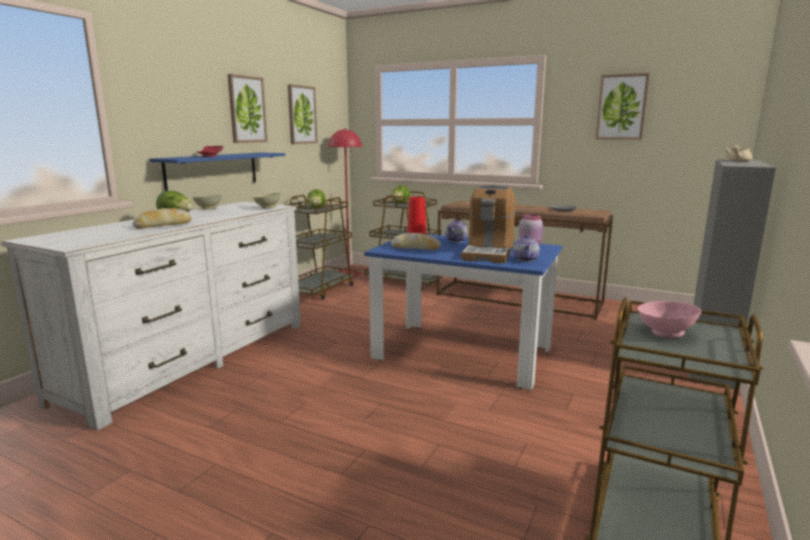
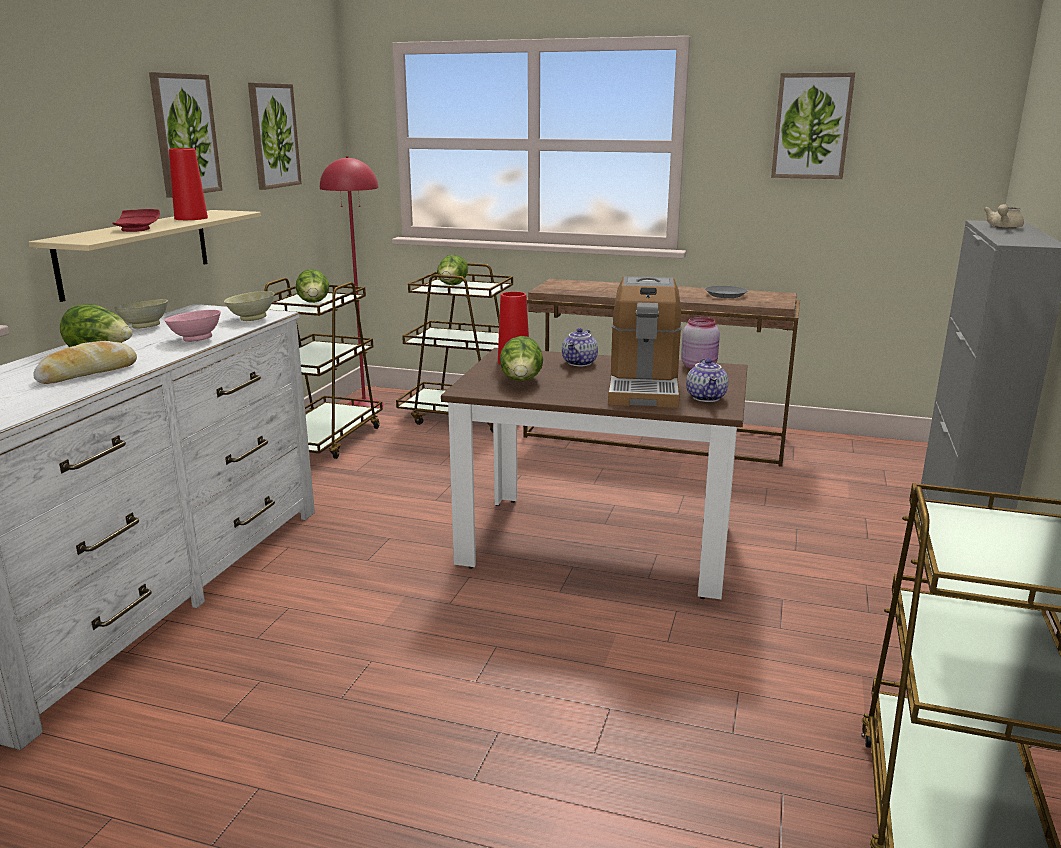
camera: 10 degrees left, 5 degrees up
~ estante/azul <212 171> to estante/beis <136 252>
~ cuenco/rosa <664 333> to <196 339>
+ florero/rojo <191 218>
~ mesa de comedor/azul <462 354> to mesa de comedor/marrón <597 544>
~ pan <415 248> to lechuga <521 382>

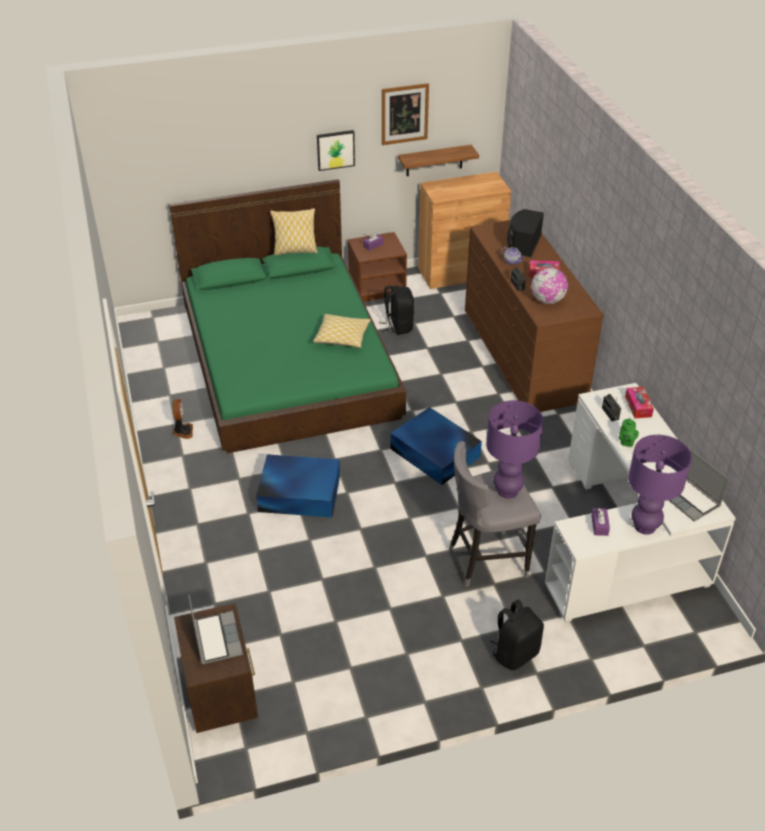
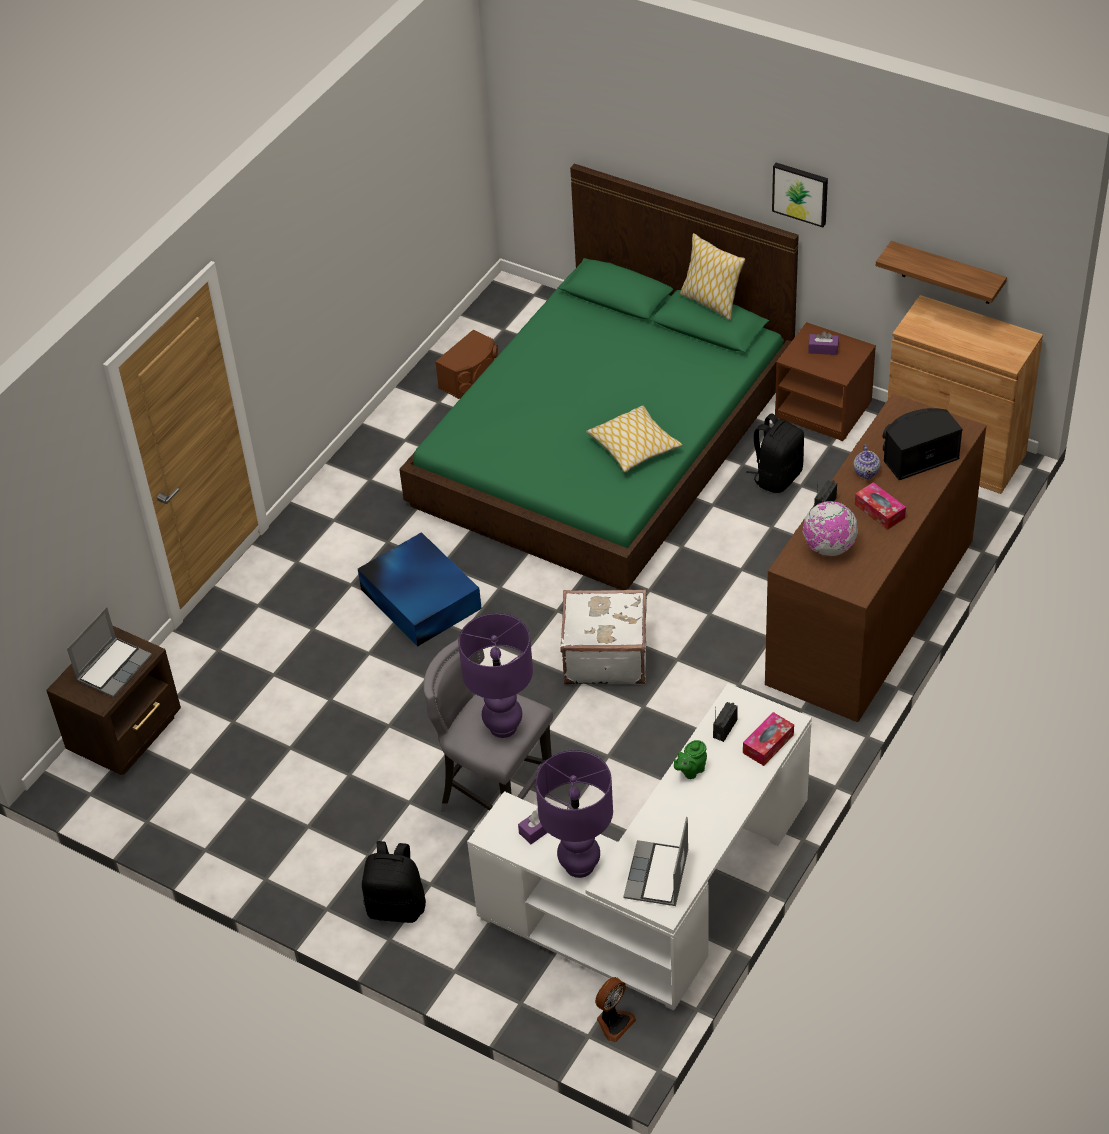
camera: 50 degrees right, 5 degrees up
+ altavoz/marrón <471 379>
~ caja de almacenaje/azul <435 453> to maleta/blanco <604 656>
~ ventilador <183 431> to <613 1022>
- cuadro <404 114>

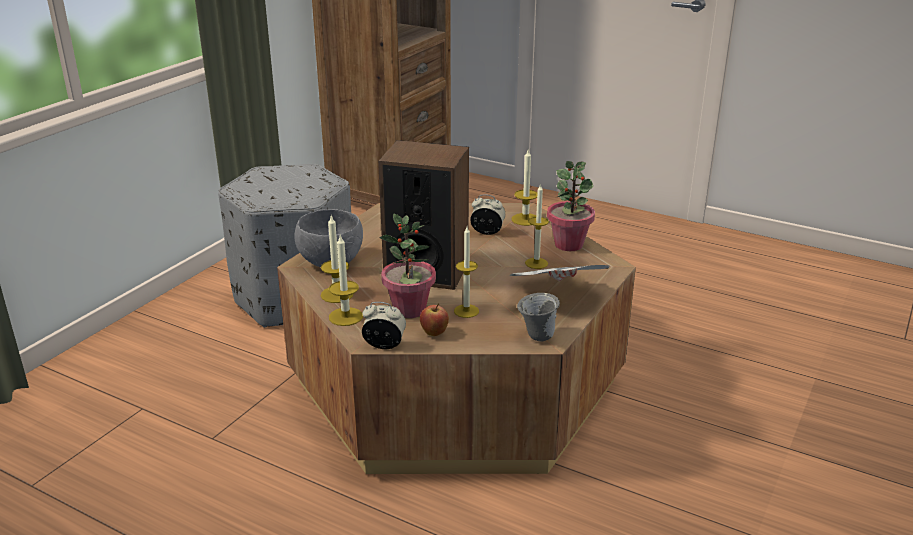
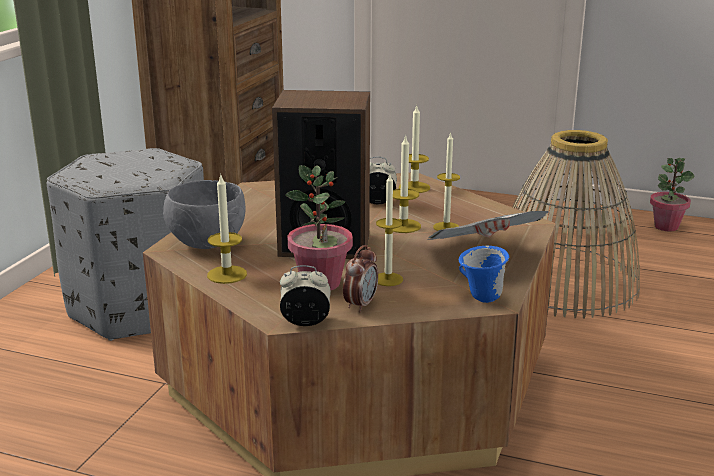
camera: 10 degrees left, 5 degrees down
~ manzana <434 333> to despertador <360 305>
~ vela <345 316> to <403 226>
~ taza grande/gris <536 337> to taza grande/azul <481 299>
+ cesta <564 284>
~ planta en maceta <569 244> to <666 226>

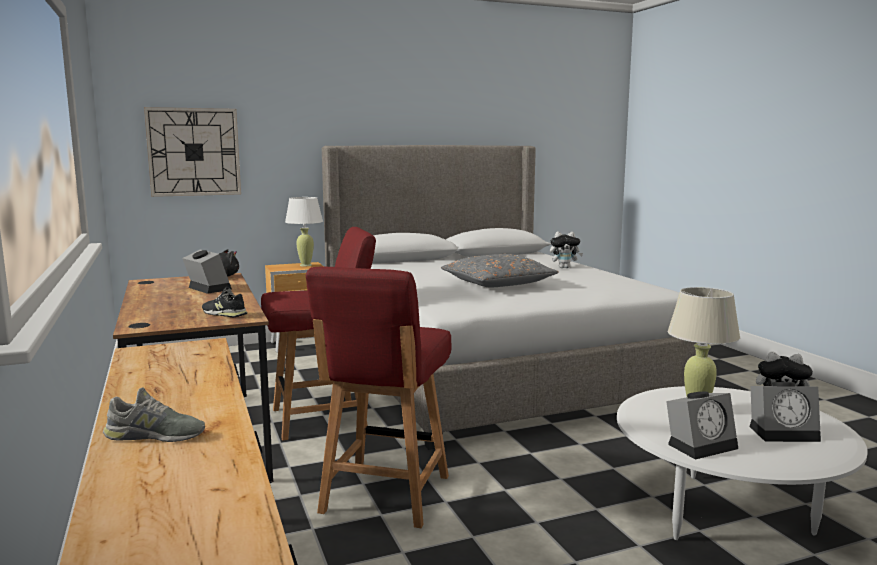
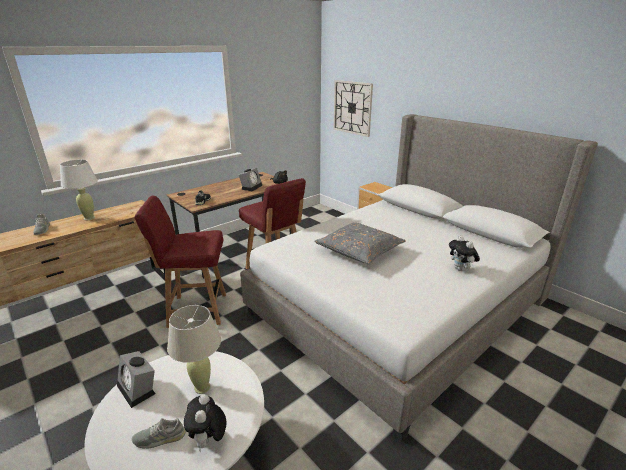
camera: 70 degrees right, 15 degrees up
~ lámpara de mesa/blanco <305 265> to <89 218>
~ despertador <784 432> to zapato/gris <160 437>

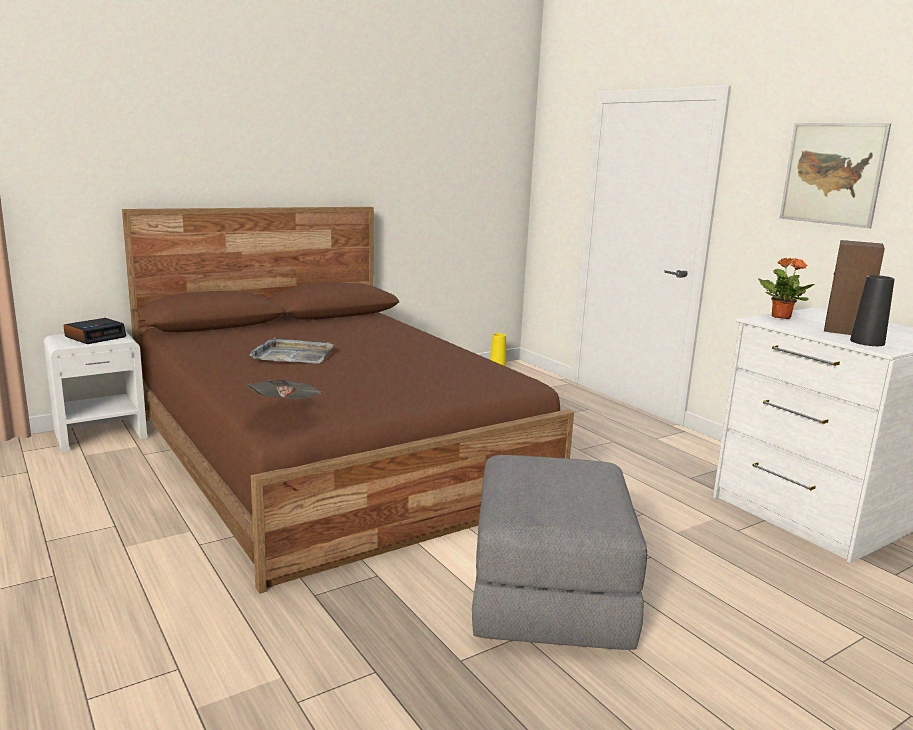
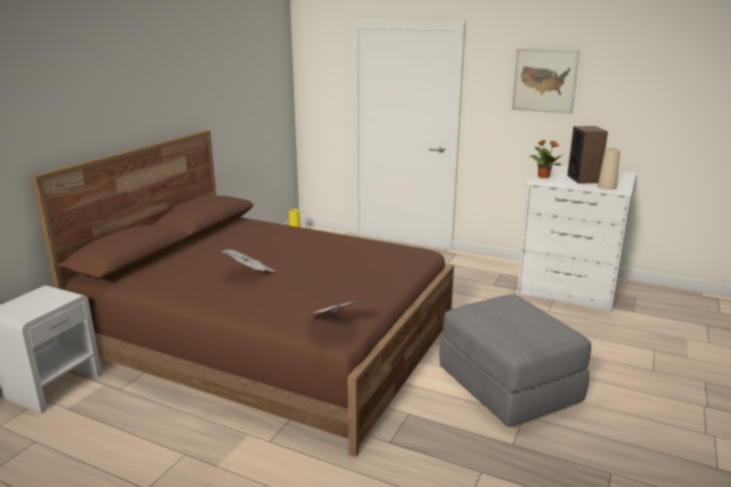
camera: 30 degrees left, 5 degrees up
~ bandeja/gris <293 355> to periódico <250 273>
~ florero/negro <867 342> to florero/beis <606 187>
- despertador <96 337>

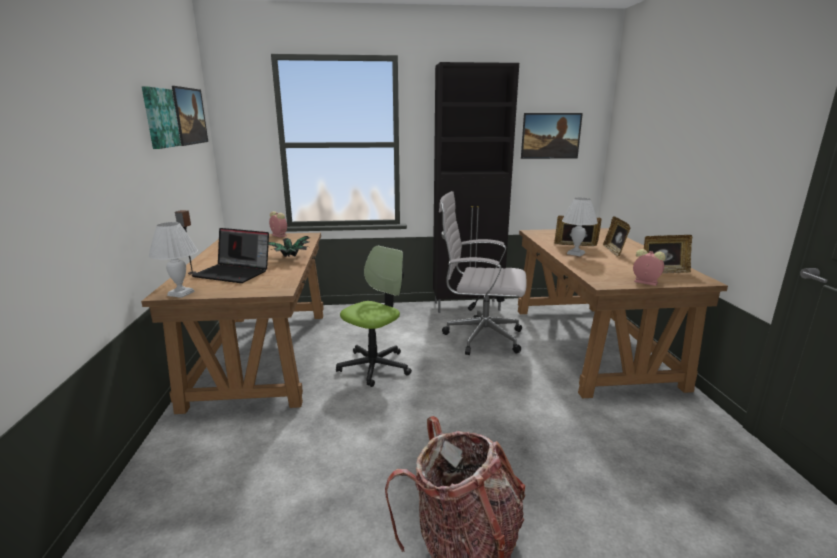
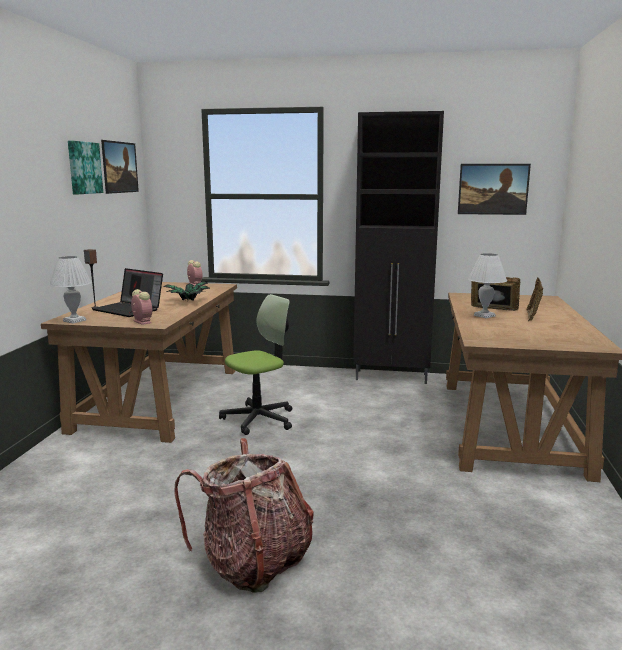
camera: 15 degrees right, 5 degrees down
~ despertador <644 282> to <141 322>
- silla de oficina/blanco <479 337>
- portarretratos <663 271>

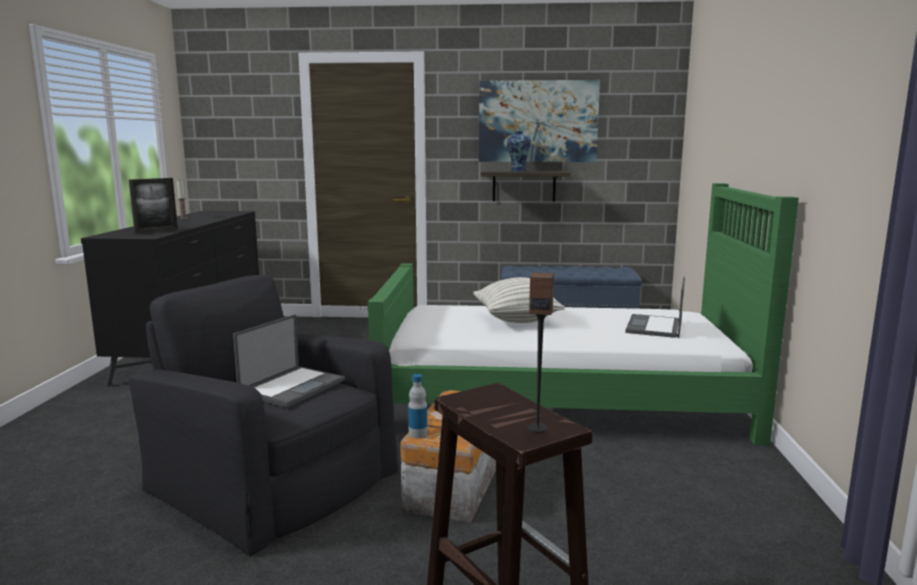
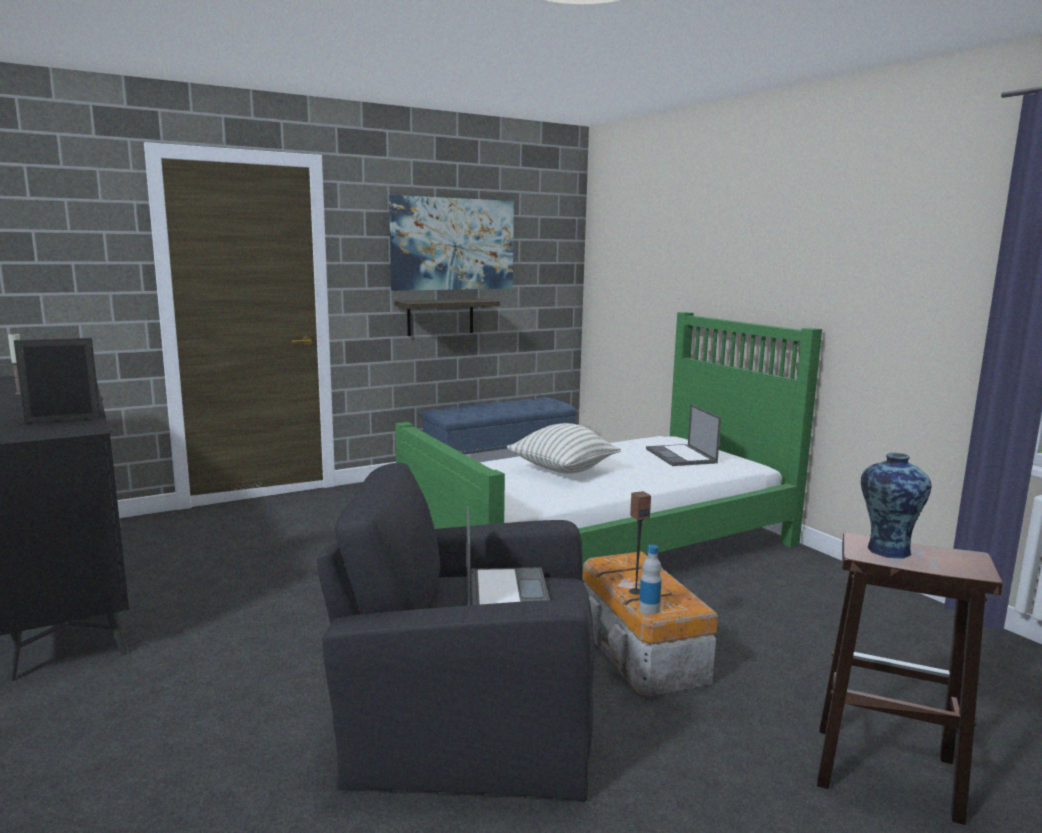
camera: 35 degrees left, 0 degrees up
~ portarretratos <156 231> = <63 420> 120 degrees counterclockwise
~ altavoz <537 428> to <635 591>
~ florero <518 171> to <886 550>

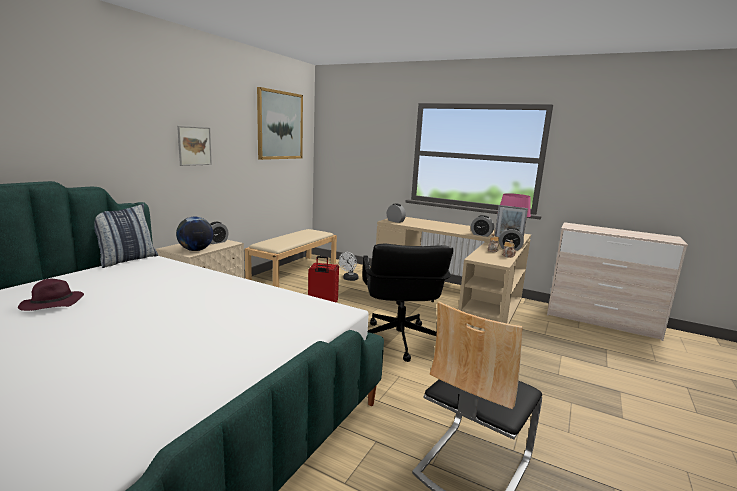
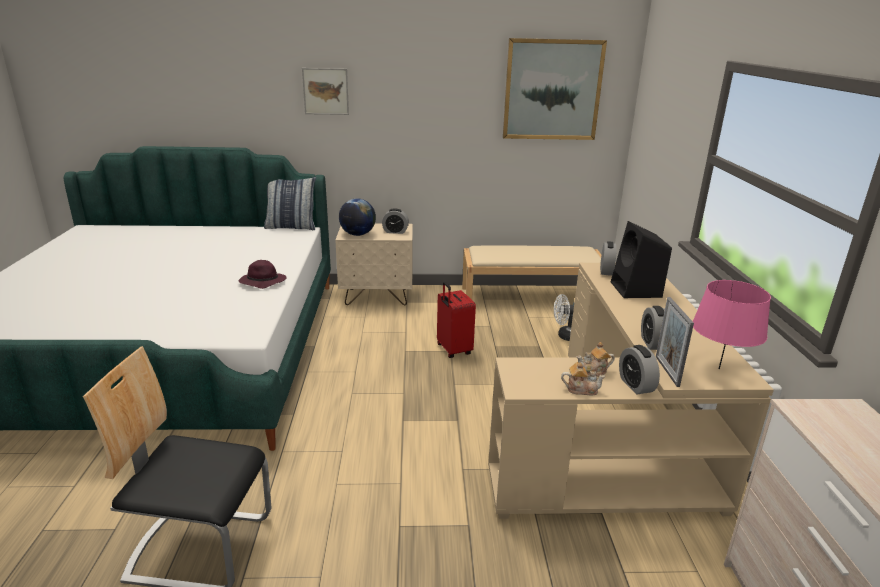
camera: 60 degrees right, 10 degrees up
~ sombrero/morado <51 304> to <262 282>
~ cuadro <194 146> to <325 91>
+ altavoz/negro <636 290>
- silla de oficina/negro <399 340>

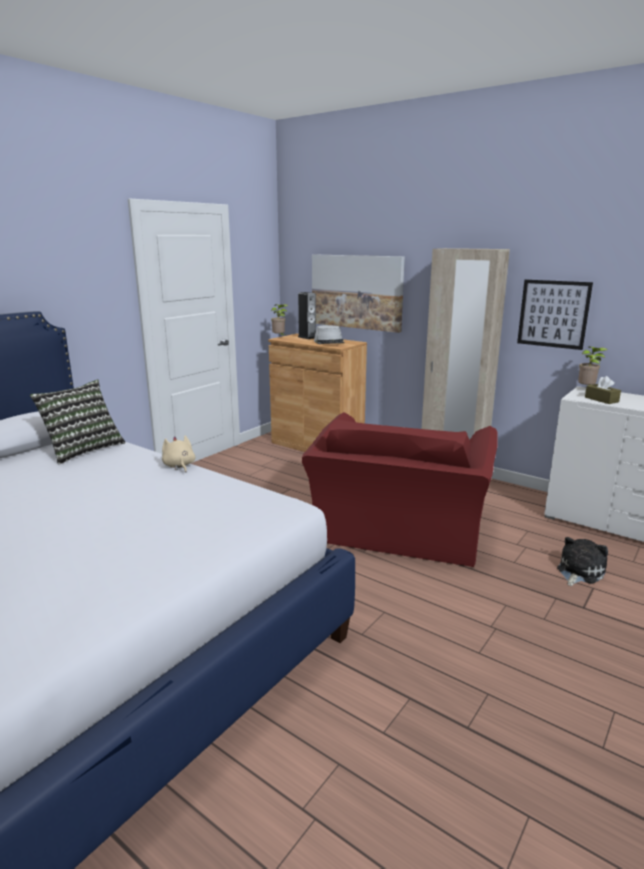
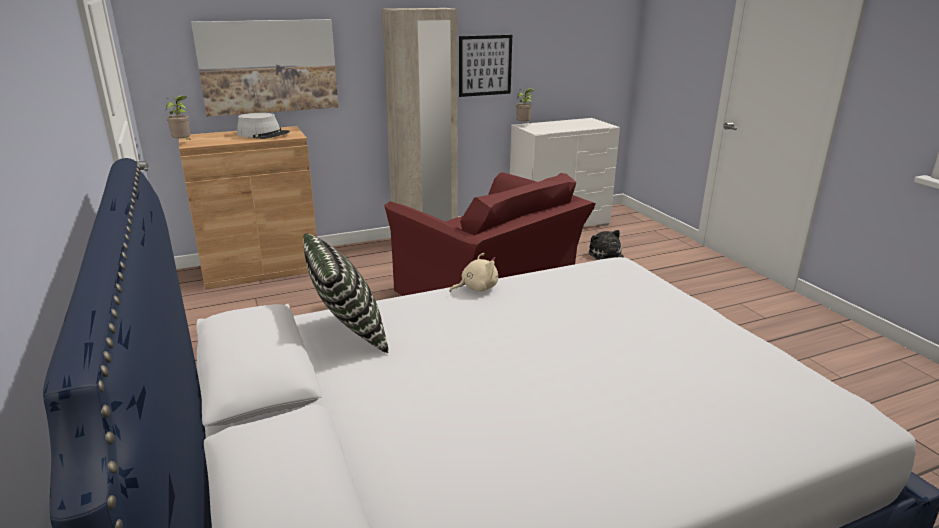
camera: 60 degrees left, 5 degrees up
~ peluche/beis <179 466> = <476 288> 150 degrees clockwise
- altavoz <307 337>
- caja de pañuelos/marrón <601 399>

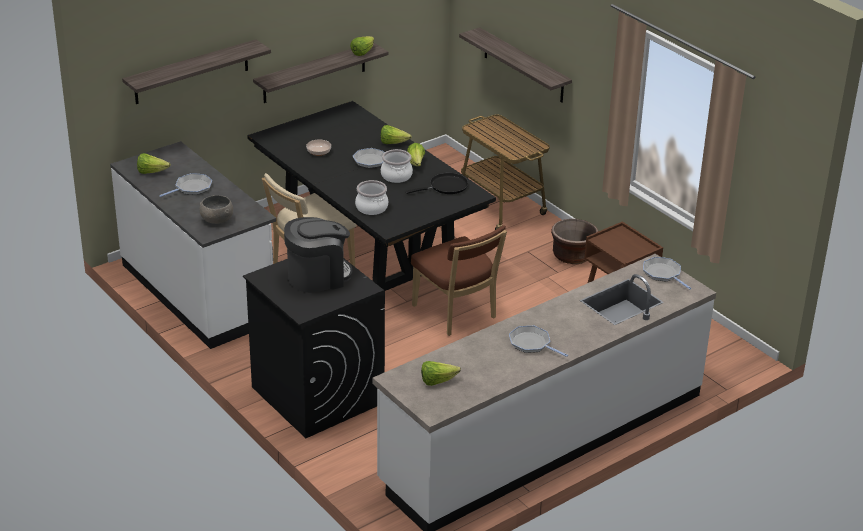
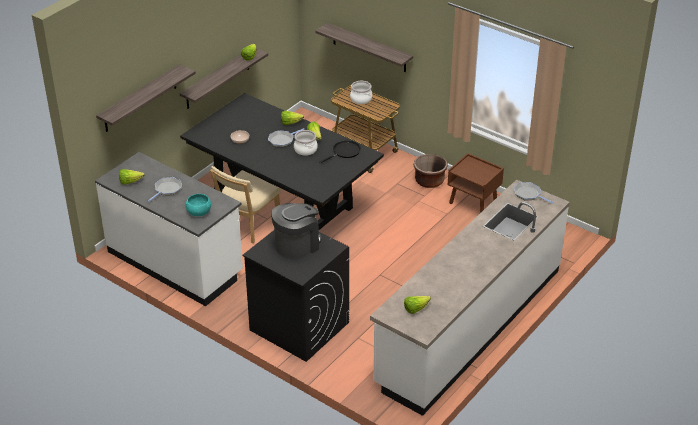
camera: 15 degrees left, 5 degrees up
~ cuenco/gris <217 220> to cuenco/turquesa <199 212>
~ olla <372 207> to <361 99>
- silla/marrón <456 314>
- sartén <531 344>

